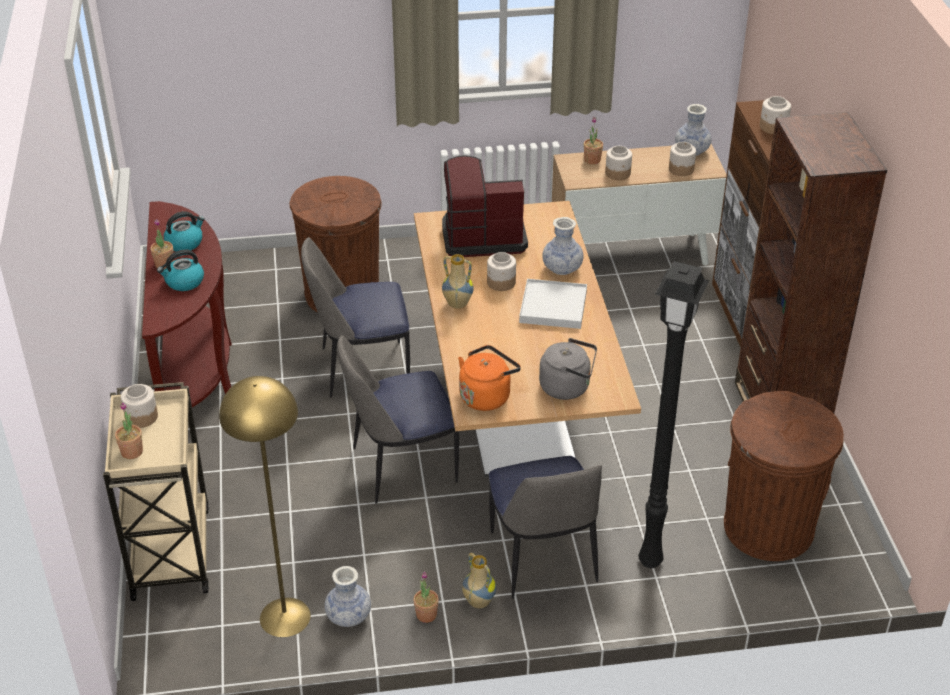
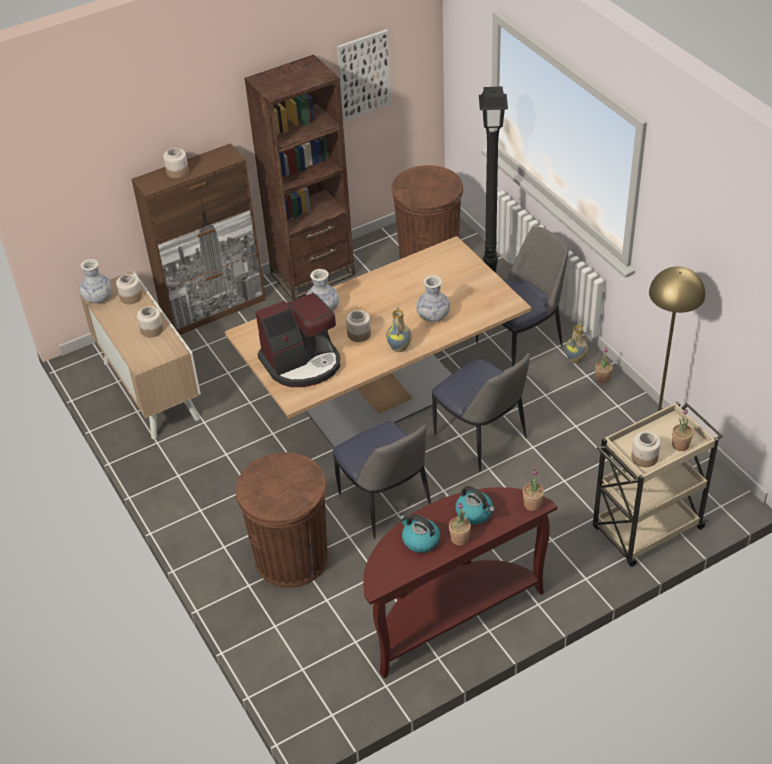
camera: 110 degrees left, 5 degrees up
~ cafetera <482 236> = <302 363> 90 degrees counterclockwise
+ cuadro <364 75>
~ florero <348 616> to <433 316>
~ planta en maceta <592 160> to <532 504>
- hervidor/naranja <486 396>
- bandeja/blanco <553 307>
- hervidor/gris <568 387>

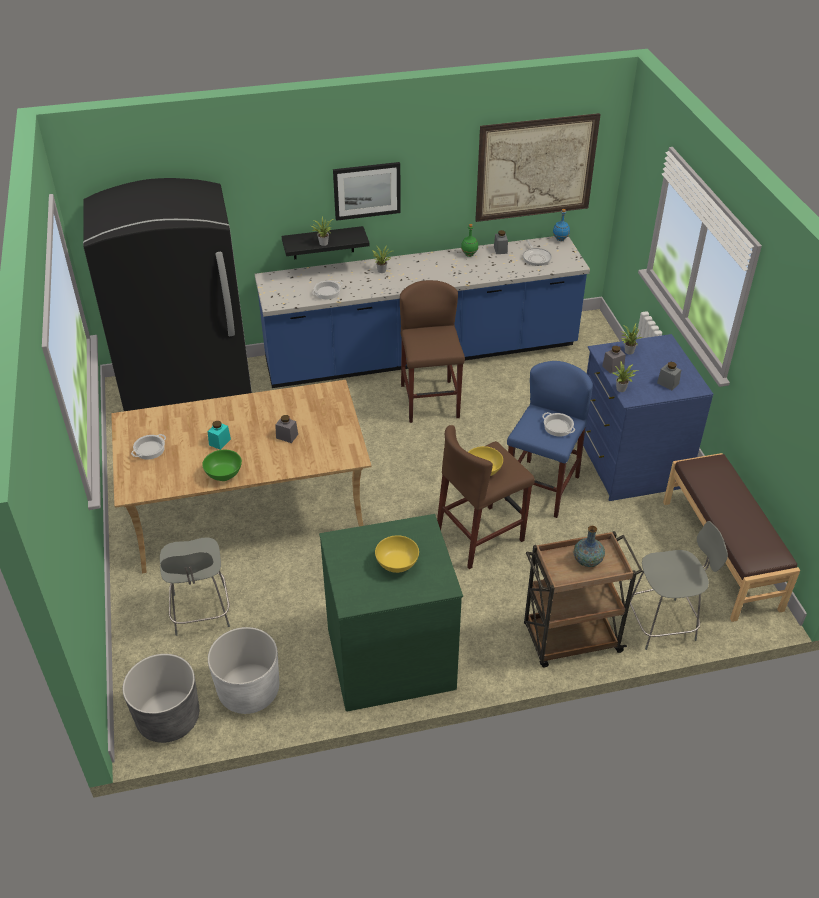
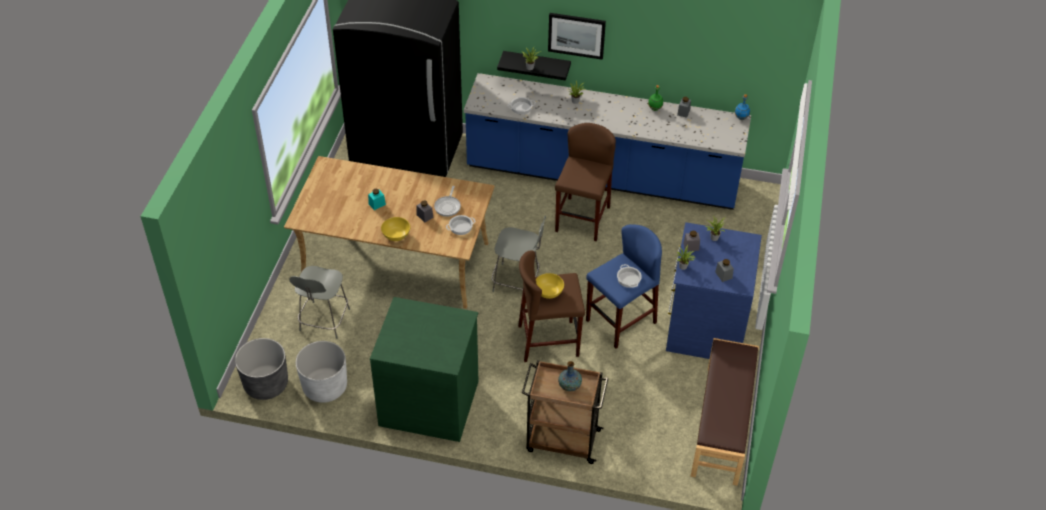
camera: 25 degrees right, 5 degrees up
~ cuenco/amarillo <396 564> to <396 236>
~ sartén <536 257> to <448 206>
~ olla <150 449> to <461 227>
~ silla/gris <663 623> to <517 282>
- cuenco/verde <224 475>
- cuadro <536 168>

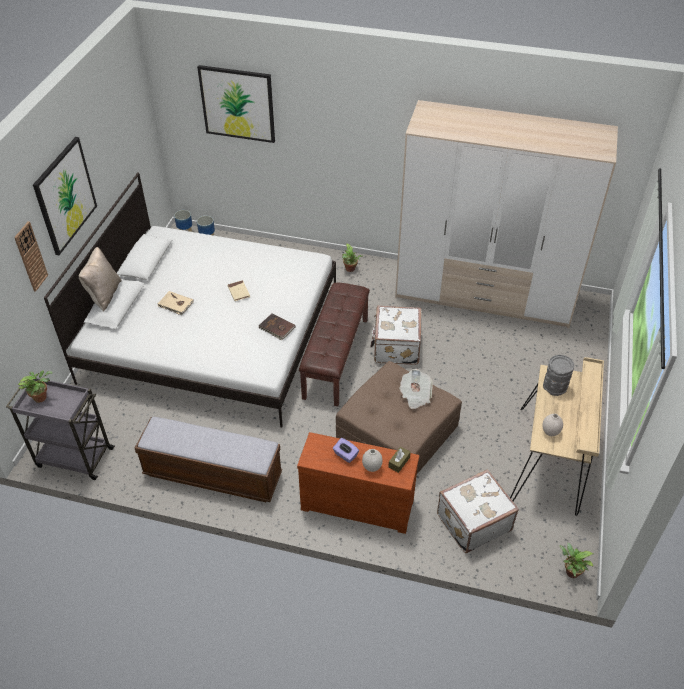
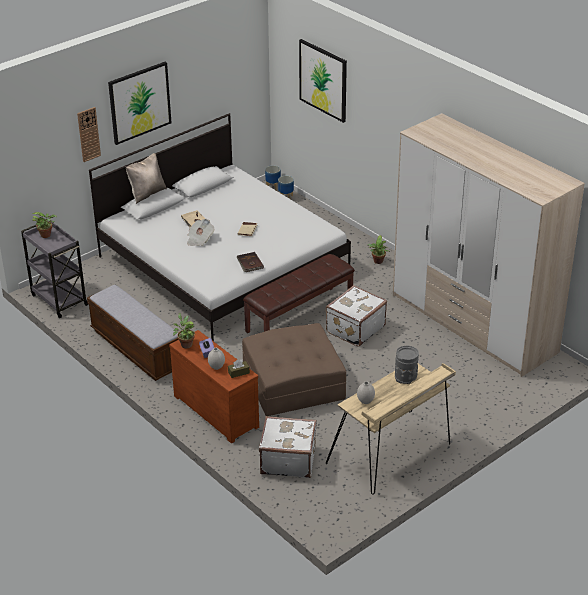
camera: 35 degrees right, 10 degrees down
~ planta en maceta <570 572> to <185 344>
~ periódico <415 395> to <199 239>

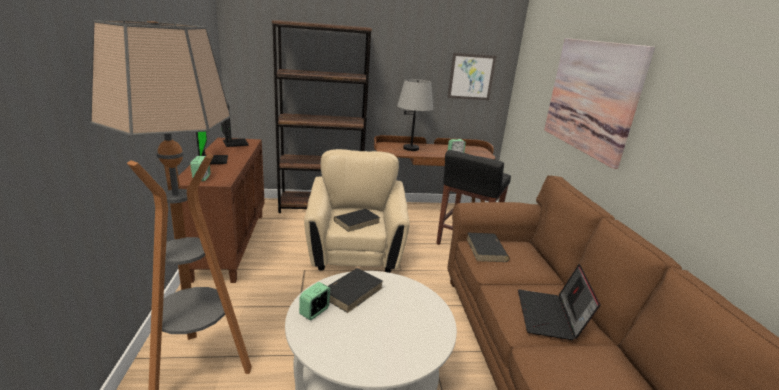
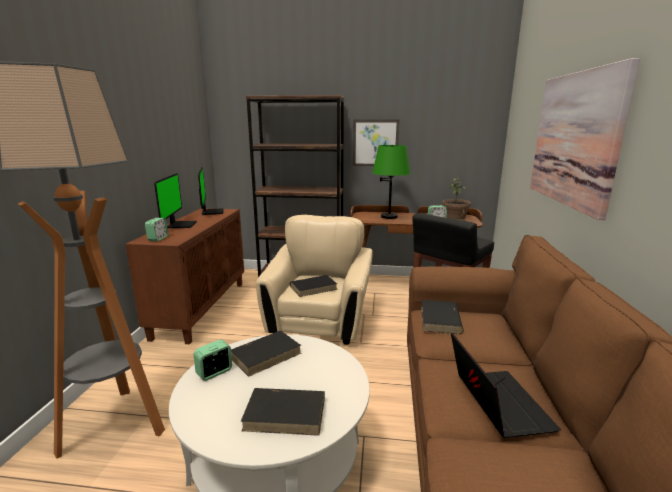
camera: 15 degrees right, 5 degrees down
+ libro/negro <286 413>
~ cuadro <471 77> to <375 143>
~ lámpara de mesa/gris <411 148> to lámpara de mesa/verde <389 217>
+ planta en maceta <455 217>
~ portátil <550 316> = <495 402> 150 degrees clockwise

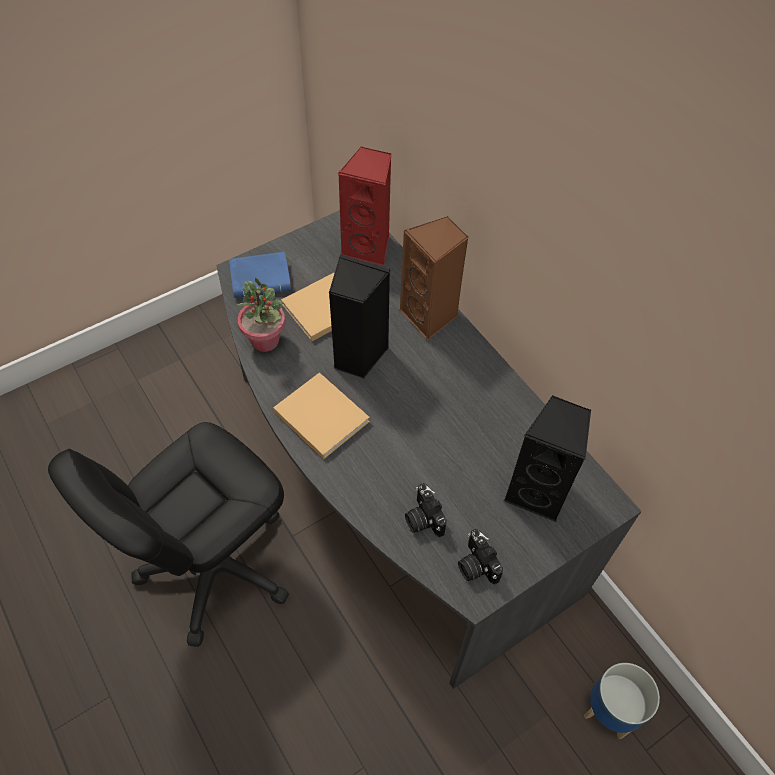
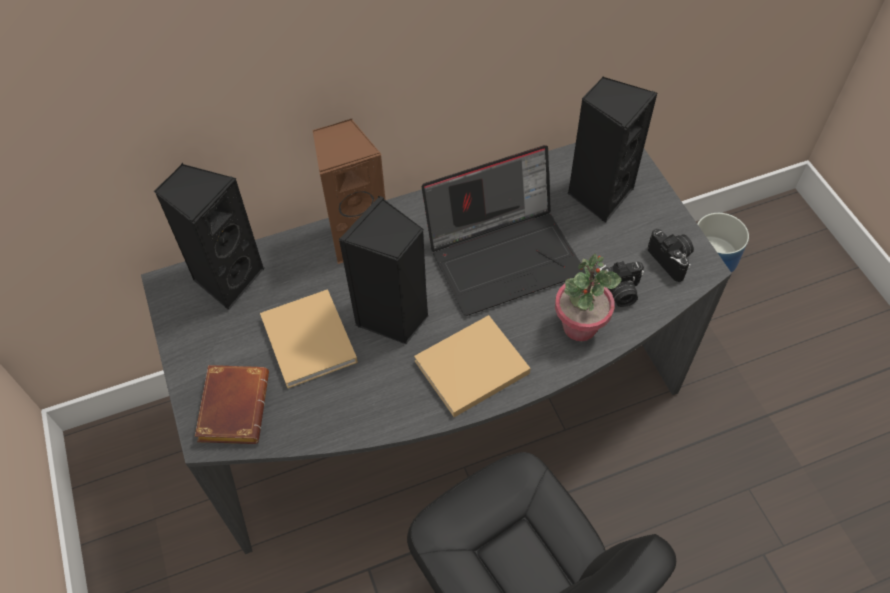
camera: 75 degrees left, 0 degrees up
~ altavoz/rojo <369 247> to altavoz/negro <227 278>
~ libro/azul <262 277> to libro/marrón <232 406>
+ portátil <505 255>
~ planta en maceta <265 340> to <579 326>
~ cámara <475 565> = <672 260> 105 degrees counterclockwise

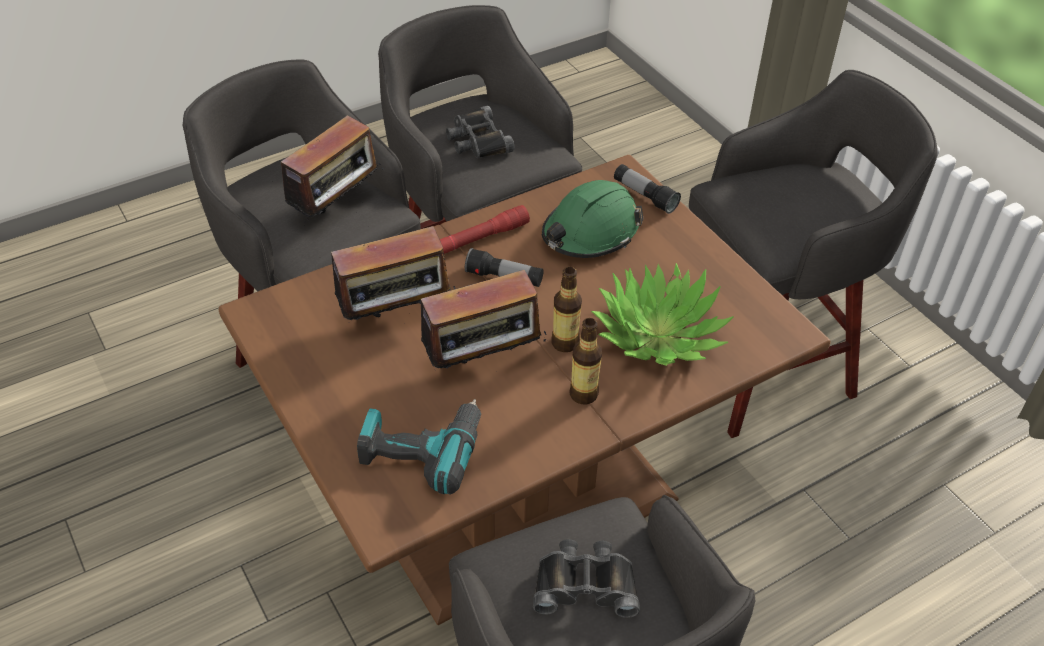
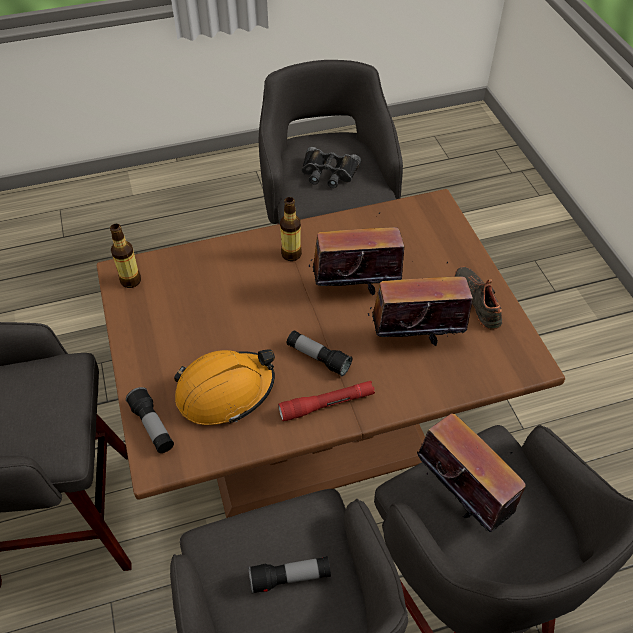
camera: 165 degrees left, 5 degrees up
~ botella <565 343> to <130 281>
~ casco/verde <590 233> to casco/naranja <225 391>
~ prismáticos/negro <477 140> to linterna <290 578>
~ radio <337 208> = <461 495> 90 degrees clockwise
+ zapato/negro <478 302>
- taladro <421 449>
- planta en maceta <658 334>

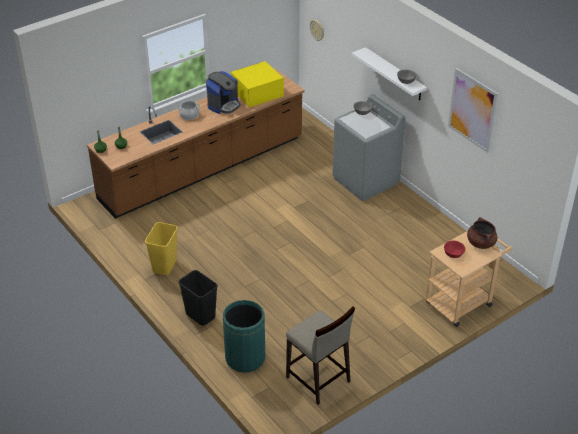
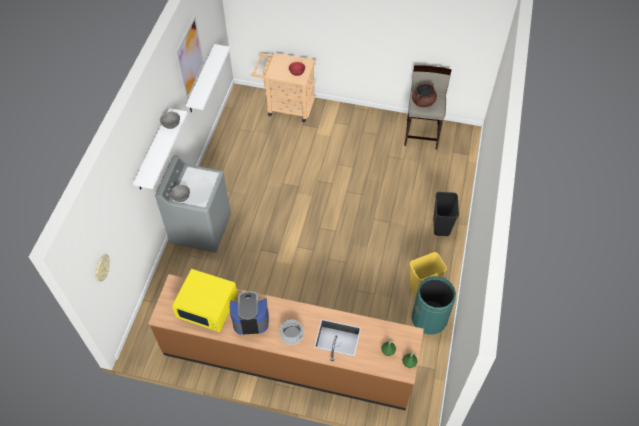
camera: 130 degrees left, 15 degrees up
+ estante/blanco <201 79>
~ olla/marrón <480 243> to <423 102>
~ papelera/verde <245 358> to <429 319>

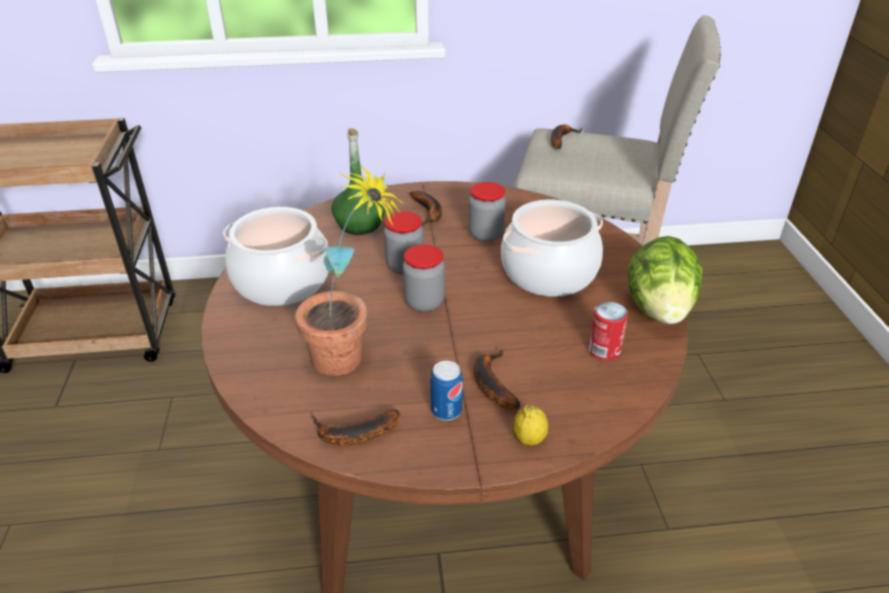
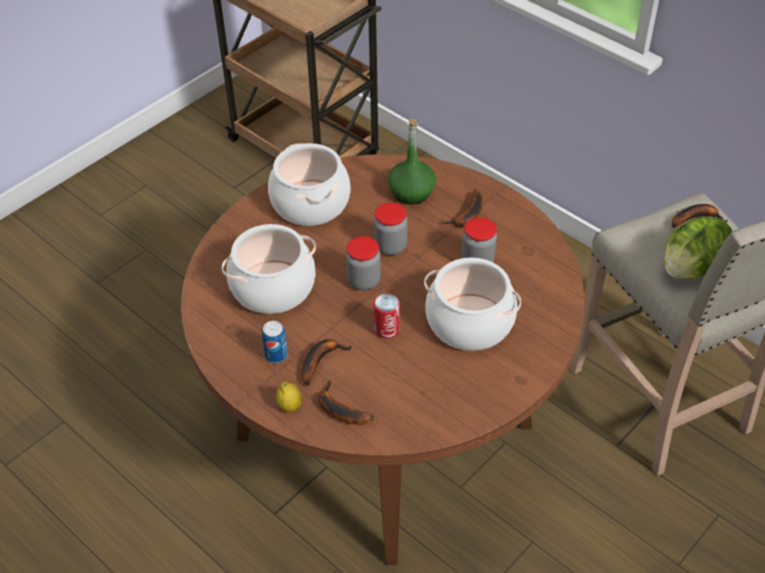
camera: 50 degrees right, 10 degrees up
~ planta en maceta <351 362> to olla <273 287>
~ plátano <352 435> to <339 410>
~ lata <604 350> to <387 329>
~ lechuga <659 309> to <692 269>

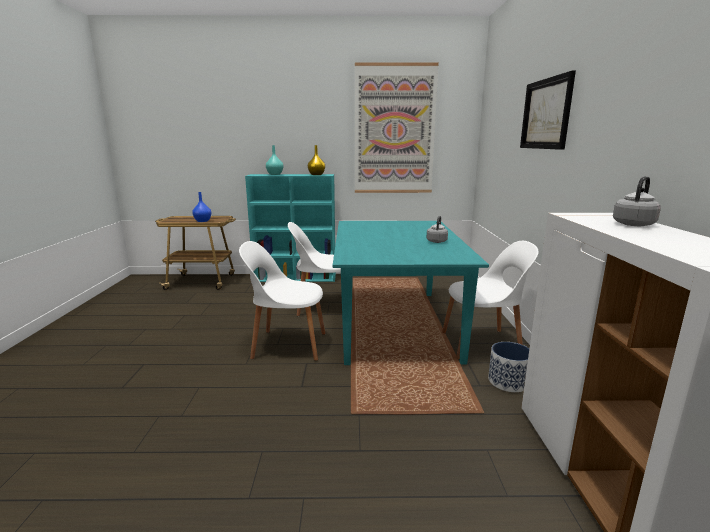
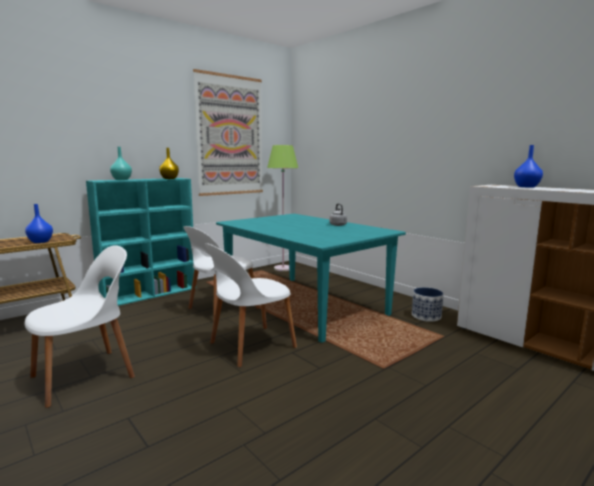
camera: 40 degrees left, 5 degrees down
~ silla/blanco <483 344> to <86 376>
+ lámpara de pie/verde <283 268>
~ hervidor/gris <634 224> to florero/azul <526 187>
- cuadro <546 114>

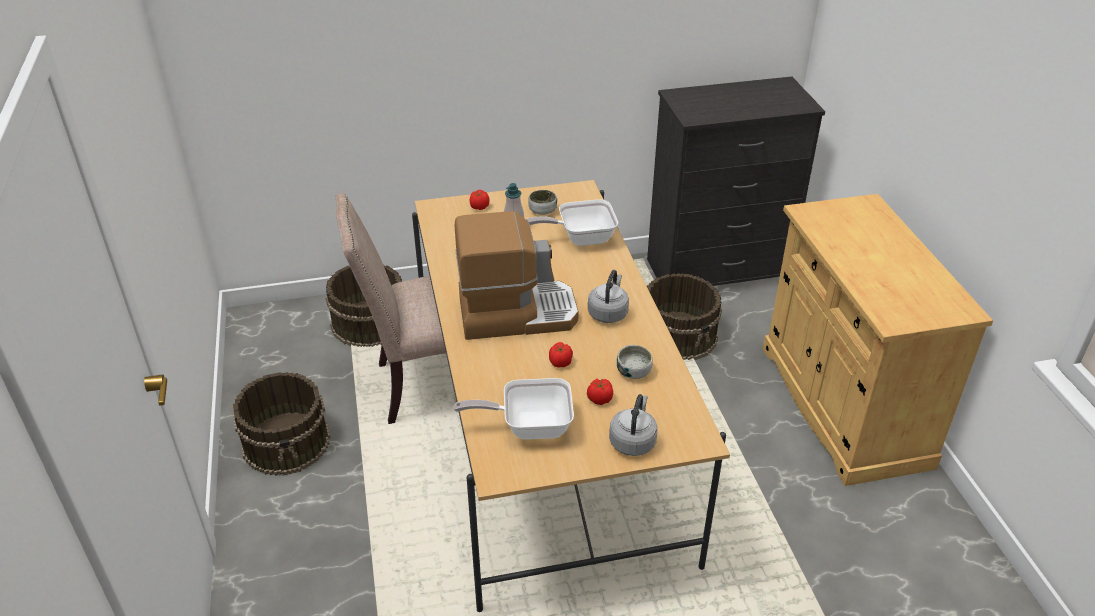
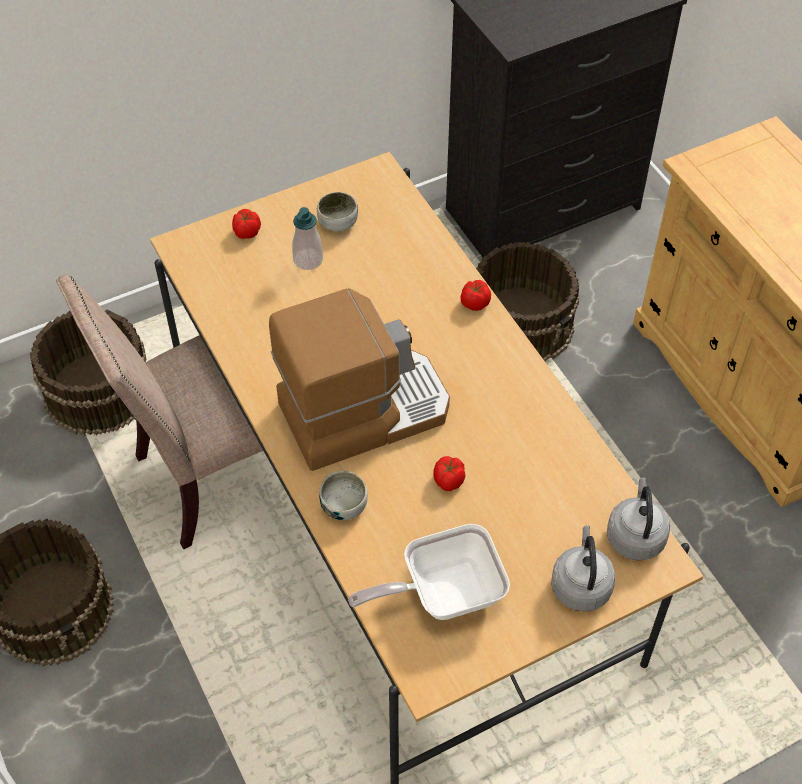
camera: 15 degrees left, 15 degrees up
~ cuenco <633 372> to <344 505>
~ tomate <599 399> to <474 303>
~ hervidor/gris <608 313> to <635 535>
- sartén <580 238>

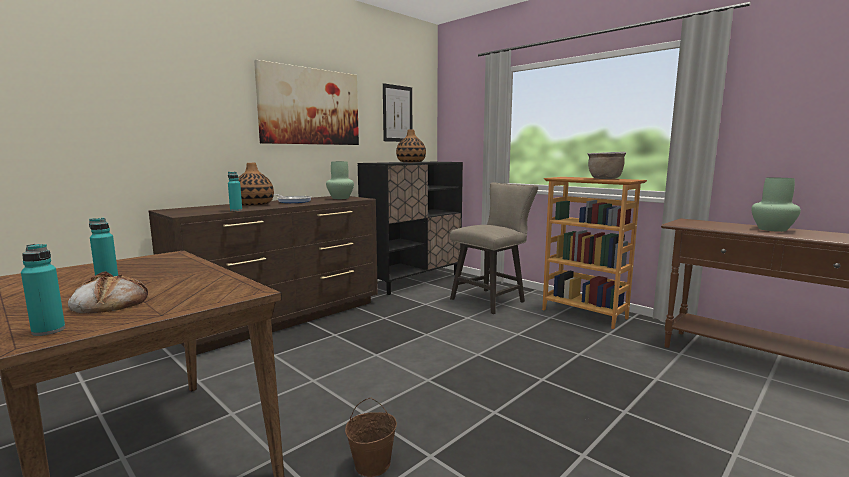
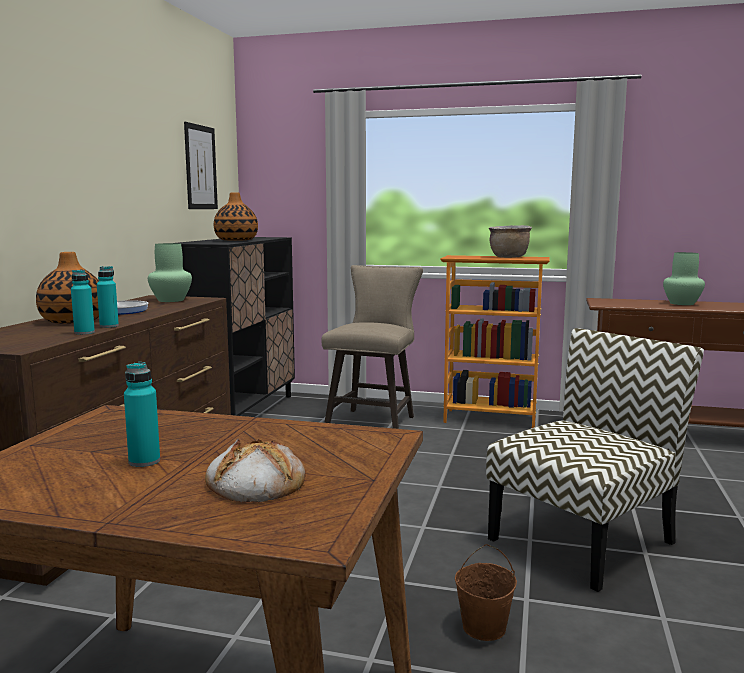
camera: 30 degrees left, 0 degrees up
~ botella/turquesa <48 330> to <109 326>
+ silla <582 539>
- cuadro <310 106>

